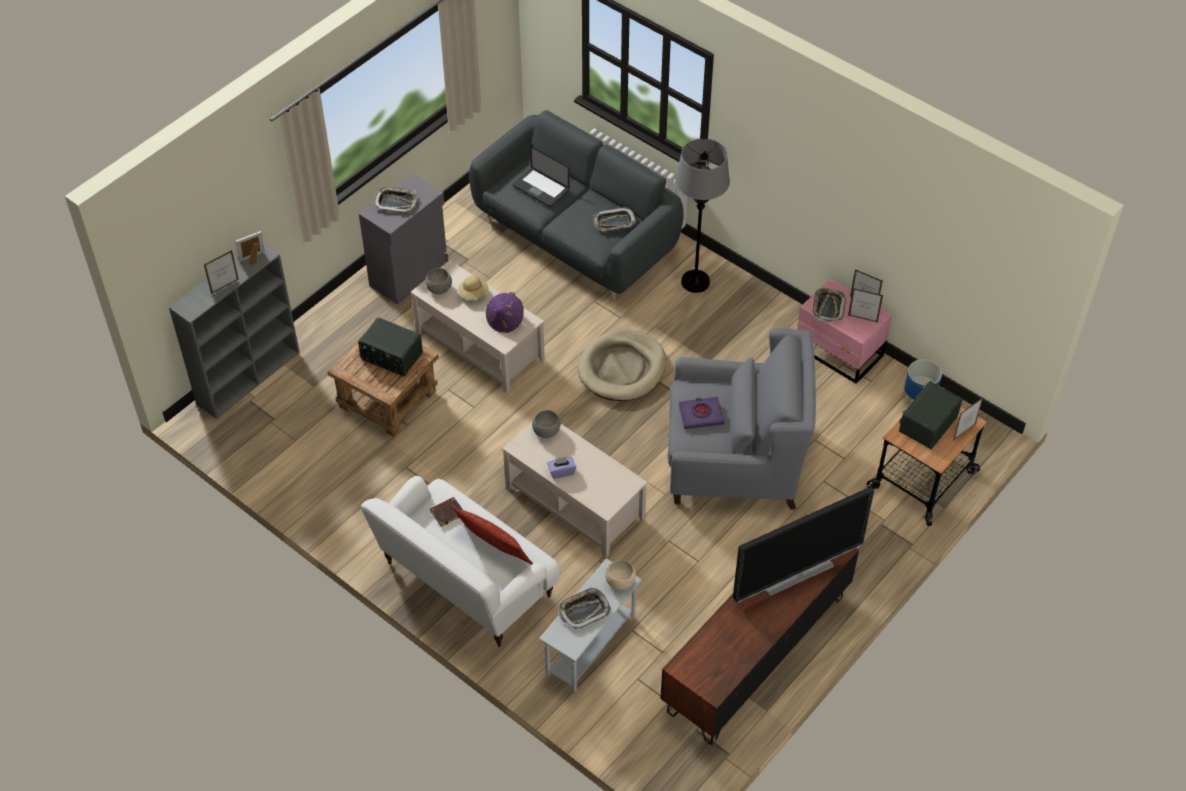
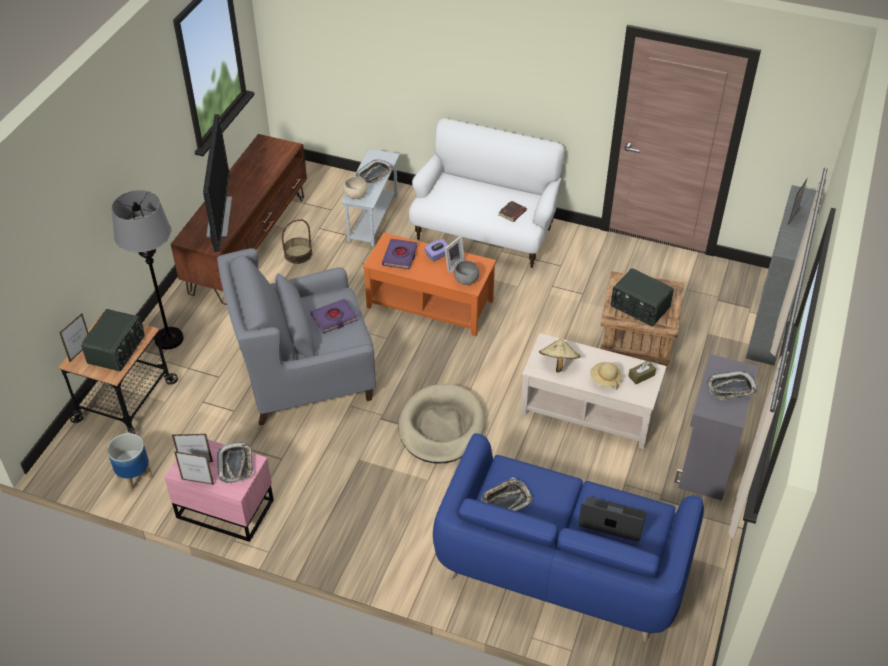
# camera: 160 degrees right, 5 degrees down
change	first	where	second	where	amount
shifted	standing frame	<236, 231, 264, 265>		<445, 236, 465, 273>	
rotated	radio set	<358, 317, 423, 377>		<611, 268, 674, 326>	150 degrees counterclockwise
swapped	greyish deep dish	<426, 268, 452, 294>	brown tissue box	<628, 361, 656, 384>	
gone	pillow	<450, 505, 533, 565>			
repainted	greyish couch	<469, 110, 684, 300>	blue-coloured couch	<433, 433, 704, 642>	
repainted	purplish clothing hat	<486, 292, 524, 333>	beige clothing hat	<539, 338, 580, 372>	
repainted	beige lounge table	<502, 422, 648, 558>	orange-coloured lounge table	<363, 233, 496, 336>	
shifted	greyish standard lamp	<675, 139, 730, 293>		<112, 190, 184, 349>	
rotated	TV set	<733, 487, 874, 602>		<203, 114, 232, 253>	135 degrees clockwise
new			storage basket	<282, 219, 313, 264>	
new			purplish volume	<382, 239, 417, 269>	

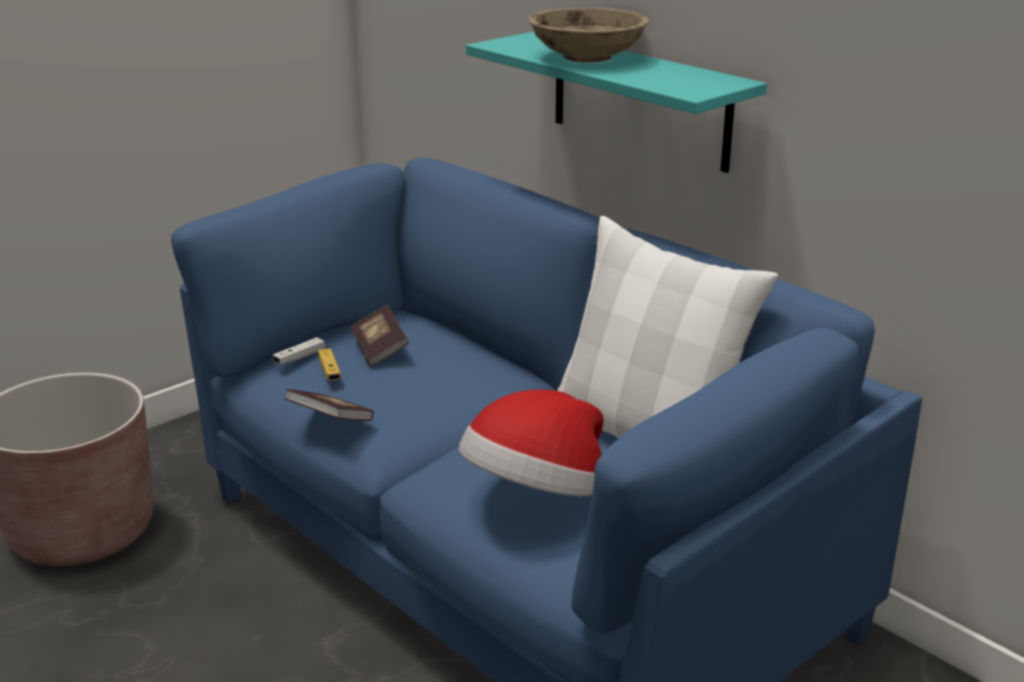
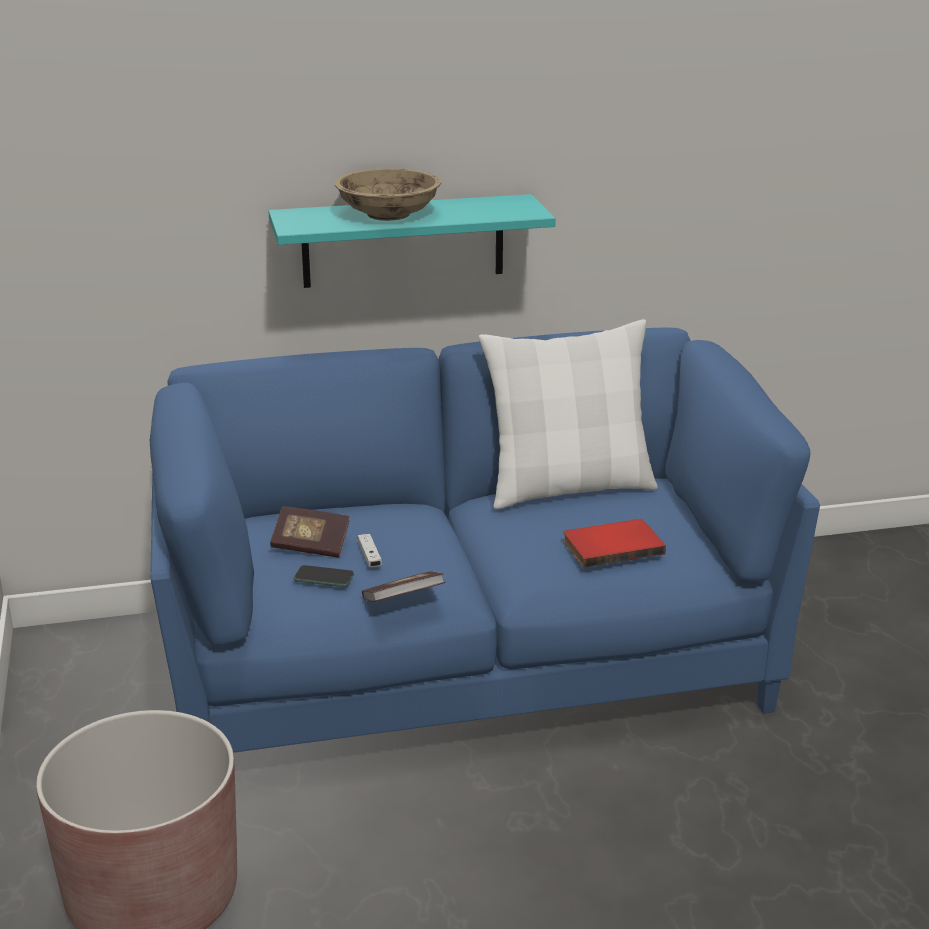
# camera: 60 degrees left, 0 degrees up
change	first	where	second	where	amount
shifted	white-coloured gamepad	<273, 337, 325, 364>		<358, 534, 382, 567>	
swapped	yellowish gamepad	<318, 348, 341, 381>	telephone	<293, 565, 354, 587>	
swapped	clothing hat	<459, 390, 604, 496>	reddish volume	<563, 519, 666, 568>	

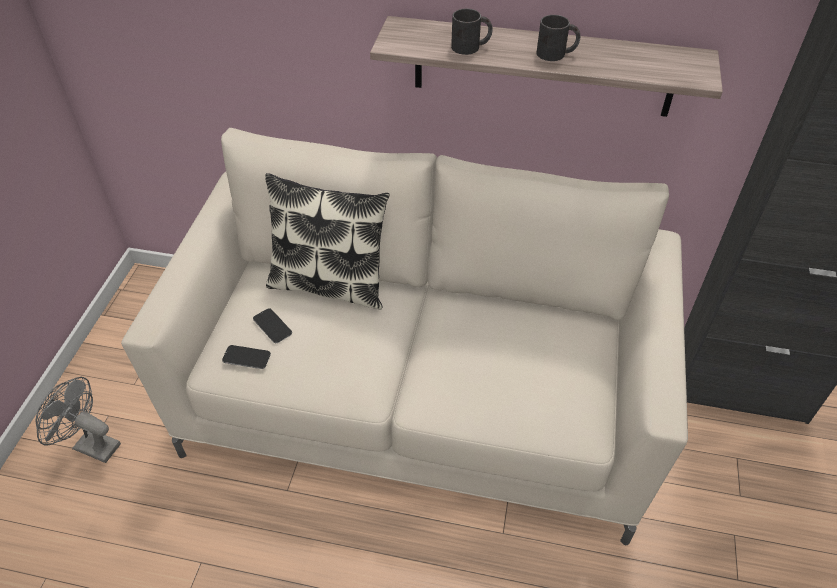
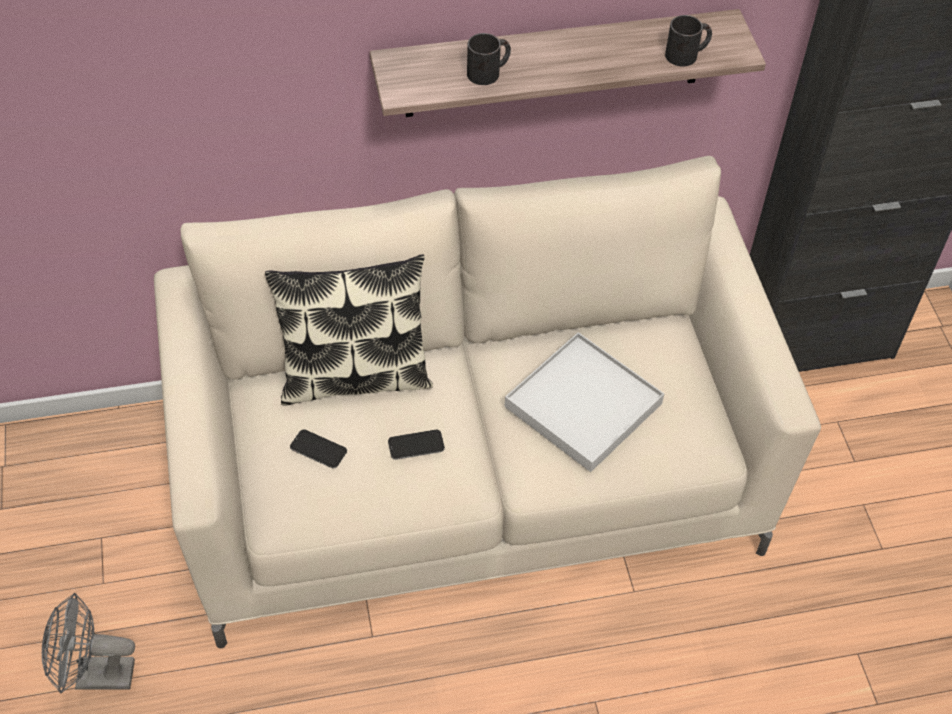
# camera: 25 degrees left, 5 degrees up
change	first	where	second	where	amount
shifted	telephone	<222, 345, 271, 369>		<388, 430, 445, 460>	
shifted	blackish mug	<537, 15, 580, 61>		<665, 15, 712, 67>	
new			white-coloured tray	<504, 332, 664, 472>	

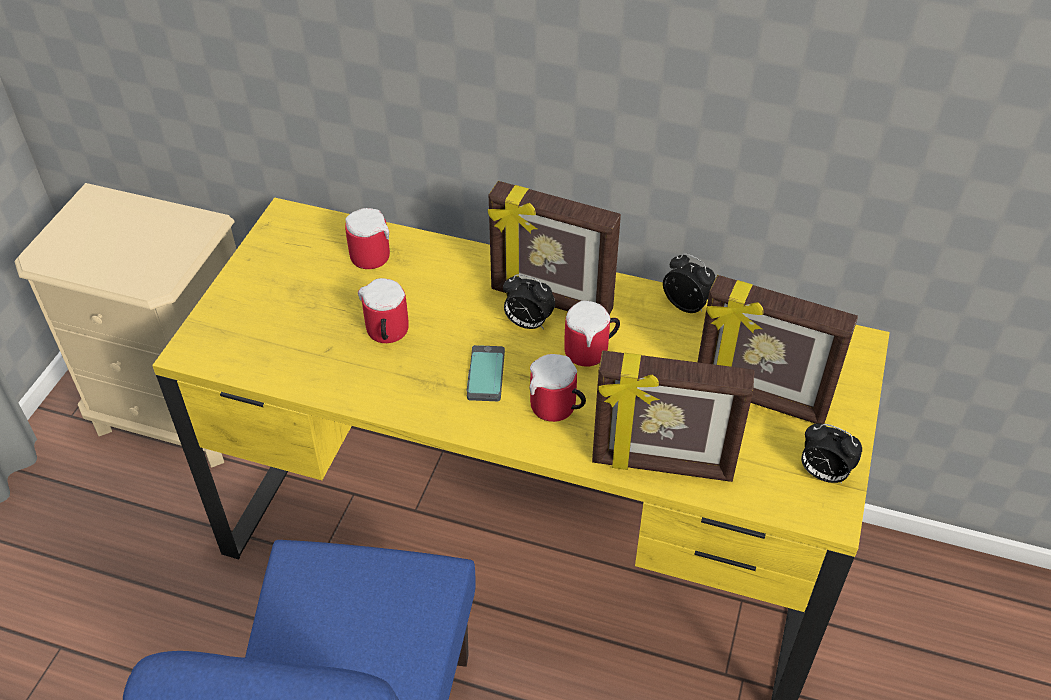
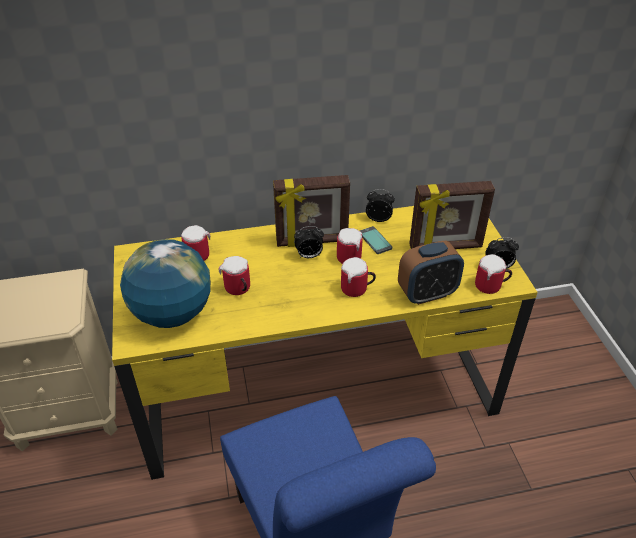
# camera: 30 degrees left, 5 degrees down
change	first	where	second	where	amount
shifted	telephone	<466, 345, 505, 401>		<360, 226, 392, 254>	
swapped	standing frame	<592, 350, 754, 482>	table clock	<398, 241, 464, 305>	
new			globe	<120, 239, 211, 328>	
new			mug	<475, 254, 512, 294>	

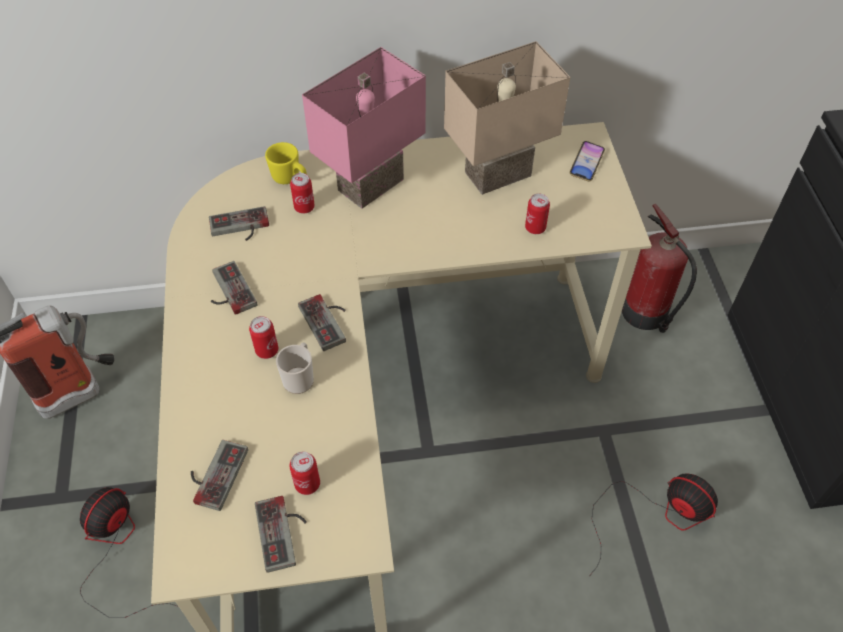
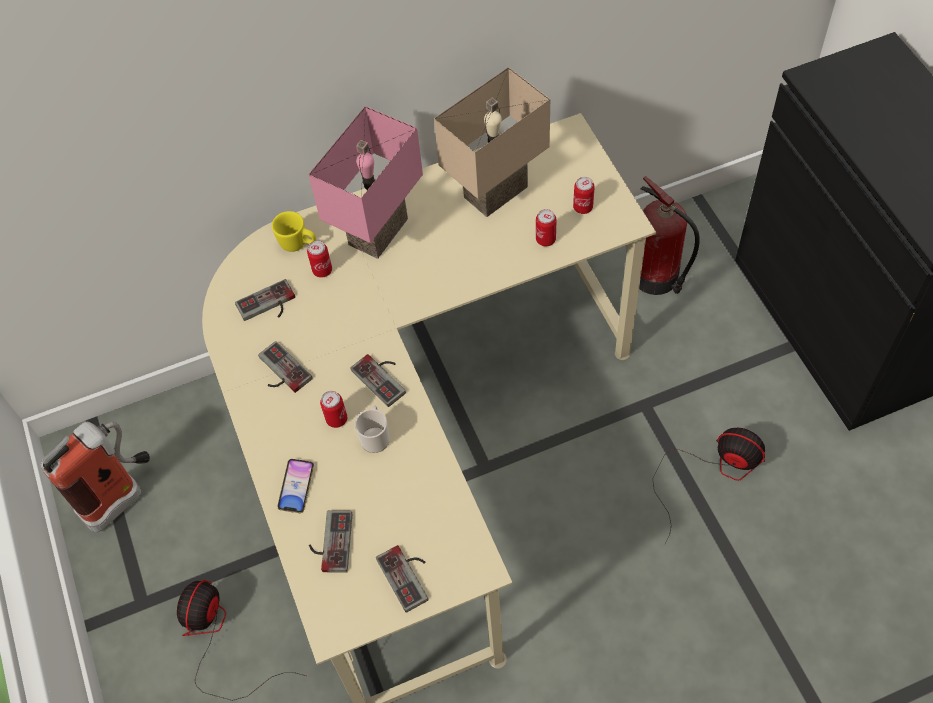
# camera: 10 degrees left, 5 degrees up
change	first	where	second	where	amount
shifted	metal can	<289, 451, 320, 495>		<573, 177, 595, 214>	
shifted	telephone	<570, 141, 605, 181>		<277, 459, 314, 513>	

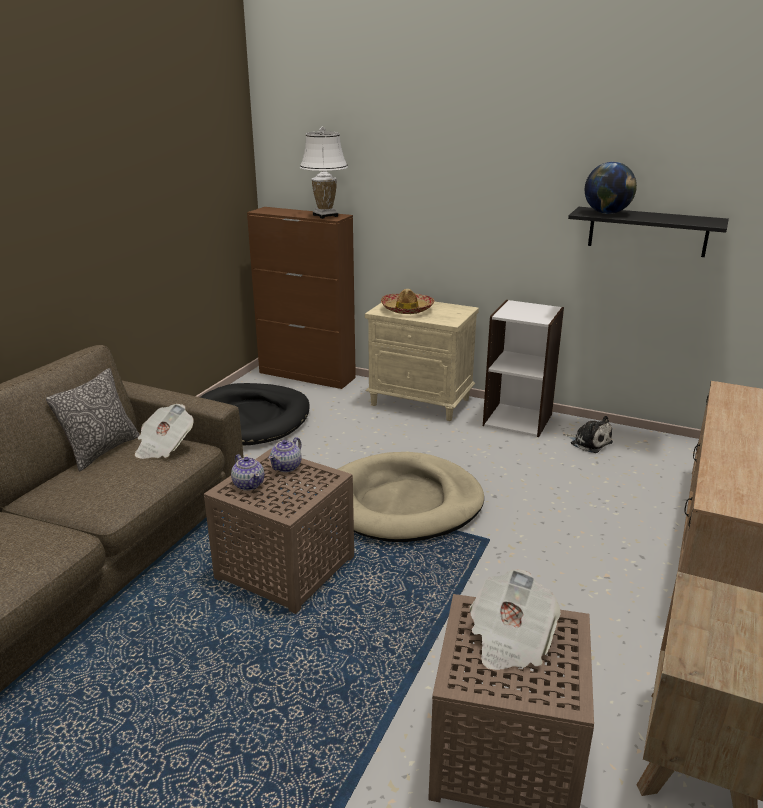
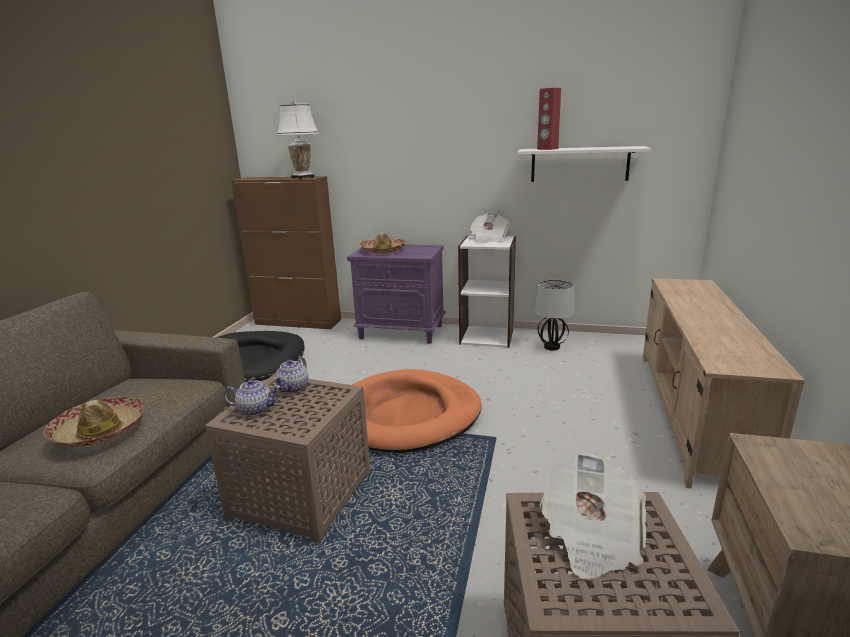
# camera: 10 degrees left, 5 degrees down
change	first	where	second	where	amount
gone	pillow	<46, 368, 140, 471>			
shifted	newspaper	<135, 404, 193, 459>		<470, 212, 510, 243>	
rotated	tea pot	<231, 454, 264, 491>		<224, 379, 281, 416>	45 degrees counterclockwise
repainted	beige pet bed	<322, 452, 484, 542>	orange-coloured pet bed	<337, 369, 482, 453>	
repainted	beige bedside table	<365, 301, 479, 421>	purplish bedside table	<347, 245, 446, 344>	
swapped	plush toy	<563, 416, 613, 453>	table lamp	<535, 280, 574, 351>	
repainted	blackish bracket shelf	<568, 207, 729, 257>	white-coloured bracket shelf	<517, 146, 651, 182>	
swapped	globe	<585, 162, 637, 214>	reddish loudspeaker	<537, 88, 561, 150>	
new			clothing hat	<43, 396, 144, 447>	

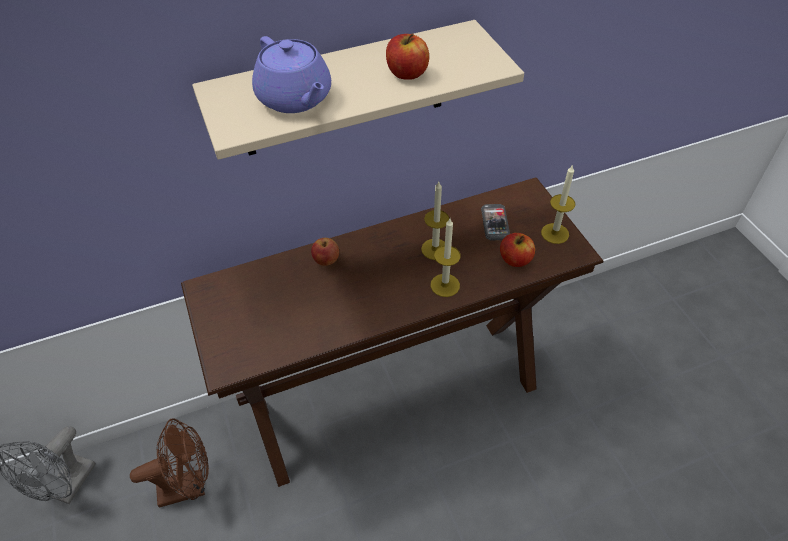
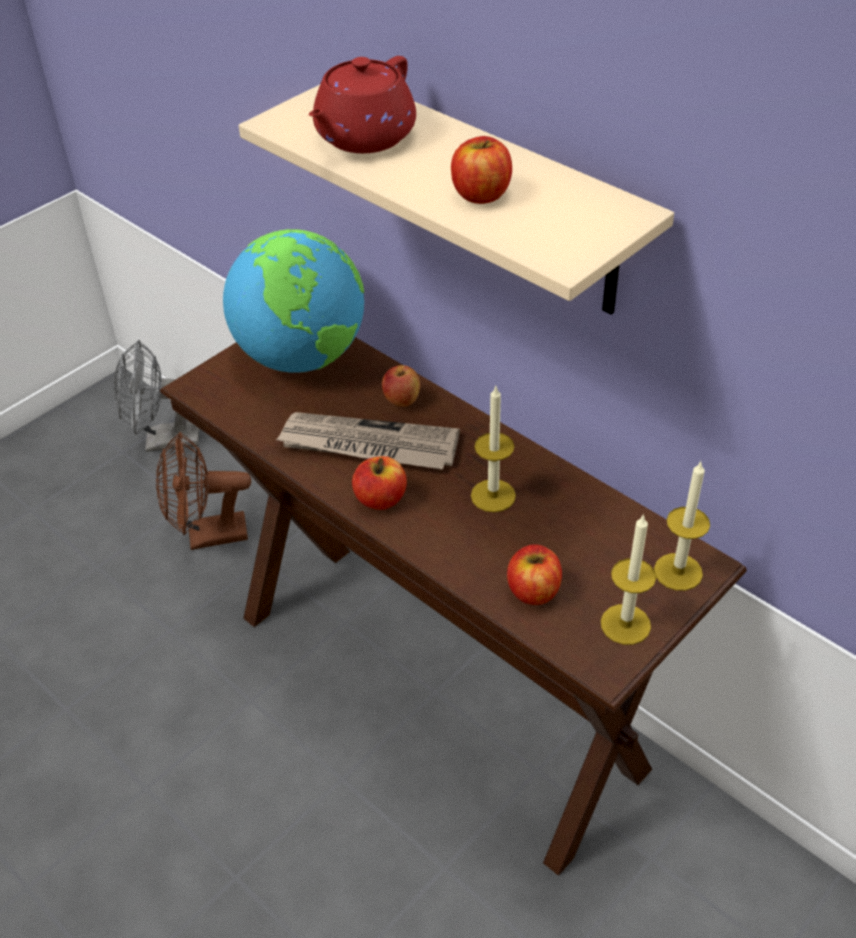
# camera: 65 degrees right, 5 degrees down
change	first	where	second	where	amount
rotated	brown fan	<130, 418, 209, 508>		<156, 432, 251, 550>	120 degrees clockwise
repainted	purplish tea pot	<252, 36, 331, 113>	reddish tea pot	<309, 56, 416, 153>	
shifted	wax candle	<430, 219, 461, 297>		<654, 460, 710, 591>	
gone	telephone	<481, 204, 510, 241>			
new			globe	<223, 229, 364, 373>	
new			newspaper	<276, 412, 460, 470>	
new			apple	<352, 456, 407, 510>	

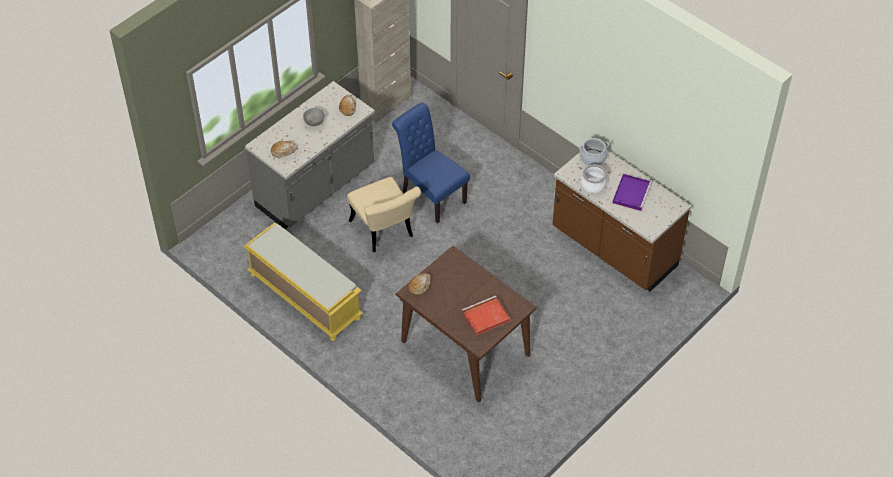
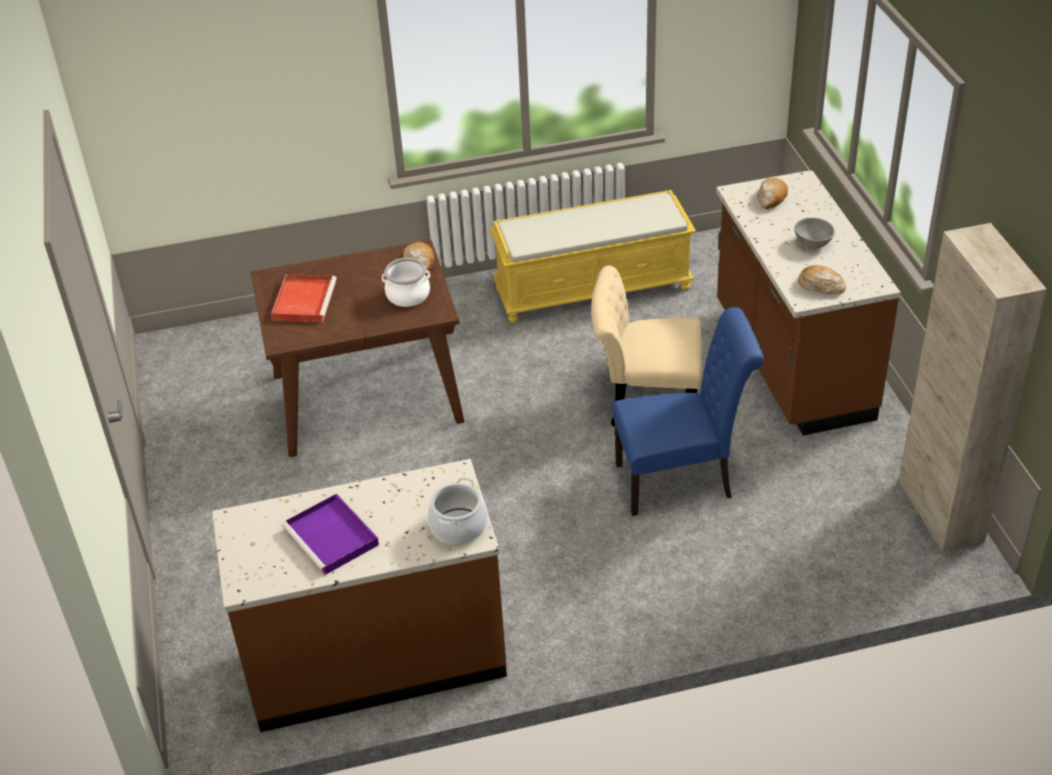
# camera: 125 degrees right, 10 degrees down
change	first	where	second	where	amount
repainted	greyish kitchen base unit	<245, 81, 375, 229>	brown kitchen base unit	<716, 170, 901, 436>	
shifted	saucepot	<581, 165, 607, 194>		<382, 258, 430, 307>	

